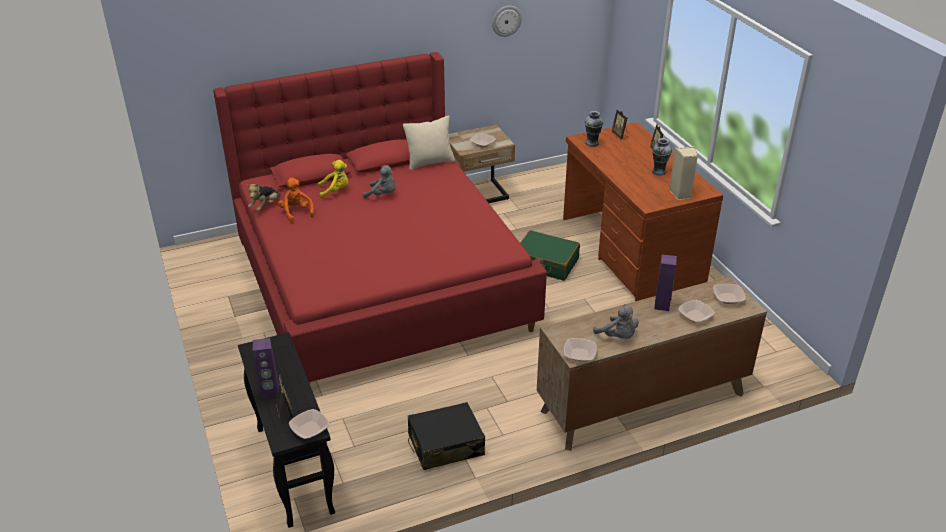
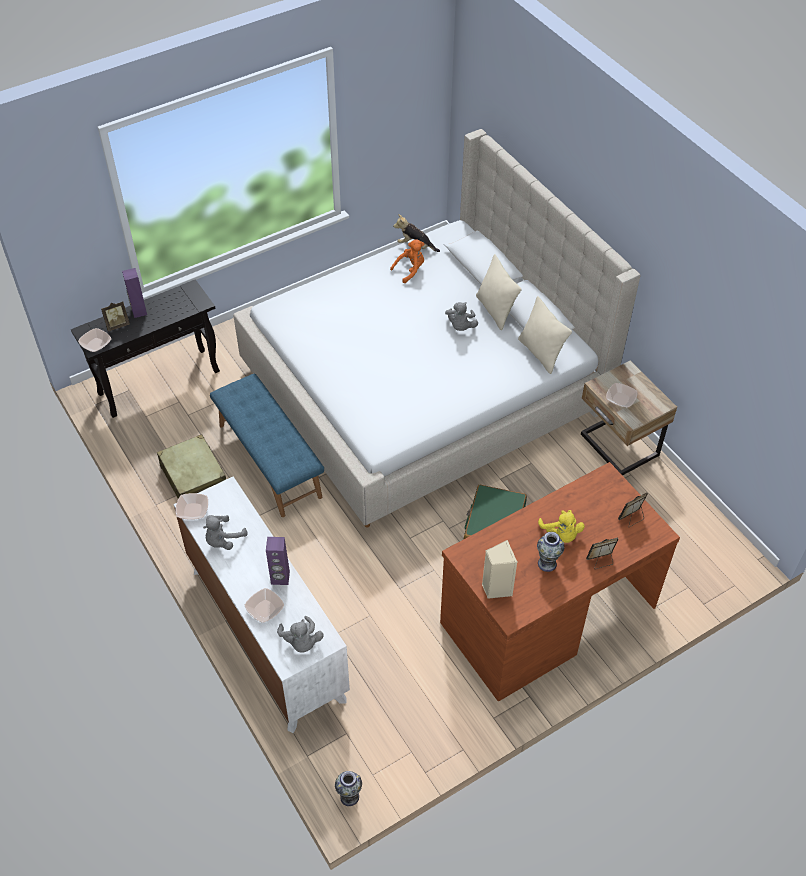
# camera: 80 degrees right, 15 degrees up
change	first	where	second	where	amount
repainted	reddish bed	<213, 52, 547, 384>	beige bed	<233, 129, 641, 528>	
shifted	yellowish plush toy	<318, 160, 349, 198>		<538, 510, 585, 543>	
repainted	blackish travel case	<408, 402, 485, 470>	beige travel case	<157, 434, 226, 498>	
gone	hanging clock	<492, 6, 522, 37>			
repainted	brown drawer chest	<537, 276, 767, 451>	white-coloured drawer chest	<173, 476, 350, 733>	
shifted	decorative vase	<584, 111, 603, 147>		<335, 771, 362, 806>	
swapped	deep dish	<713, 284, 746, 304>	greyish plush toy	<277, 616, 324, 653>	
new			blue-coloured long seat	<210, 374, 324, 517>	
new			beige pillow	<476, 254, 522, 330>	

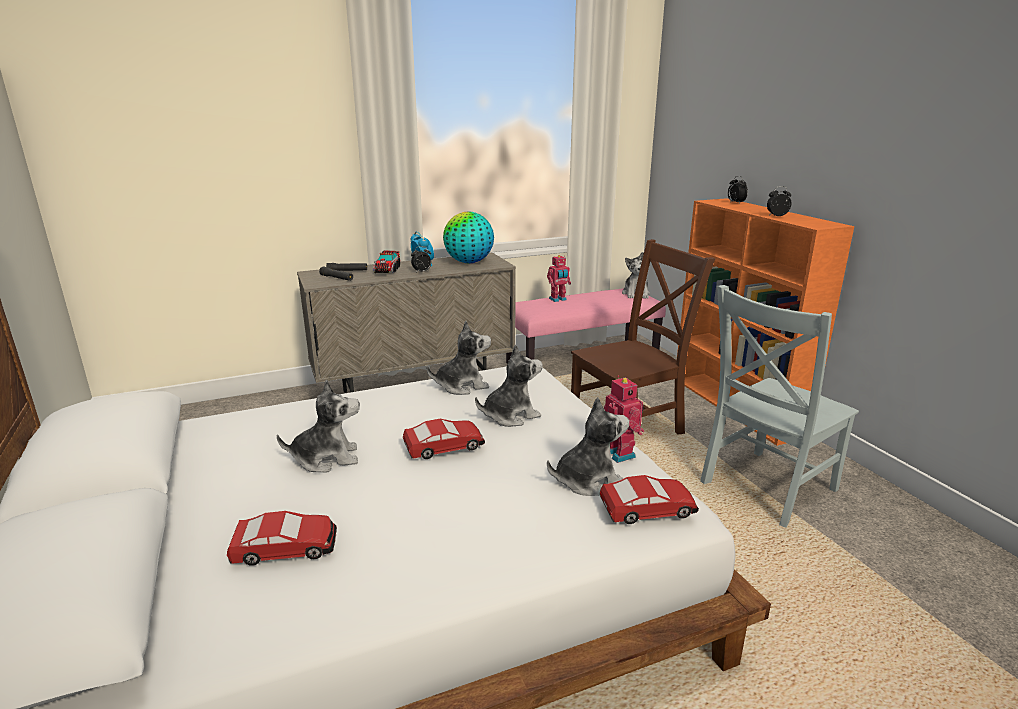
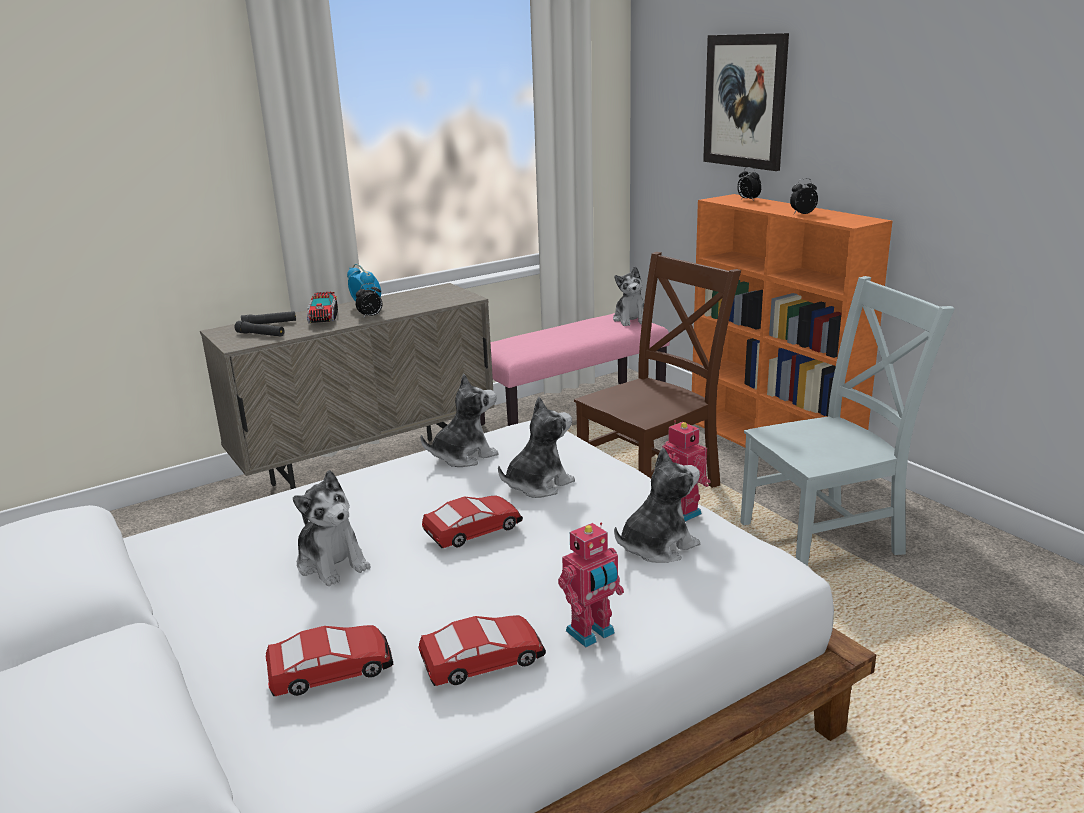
# camera: 10 degrees left, 0 degrees up
change	first	where	second	where	amount
rotated	plush toy	<277, 380, 360, 473>		<293, 470, 371, 586>	75 degrees clockwise
gone	globe	<443, 212, 494, 263>			
shifted	model robot	<547, 255, 571, 302>		<558, 523, 624, 647>	
shifted	model car	<600, 475, 699, 524>		<418, 615, 546, 686>	
rotated	greyish upright chair	<700, 285, 859, 528>		<740, 276, 955, 566>	150 degrees counterclockwise
new			wall art	<703, 33, 789, 171>	

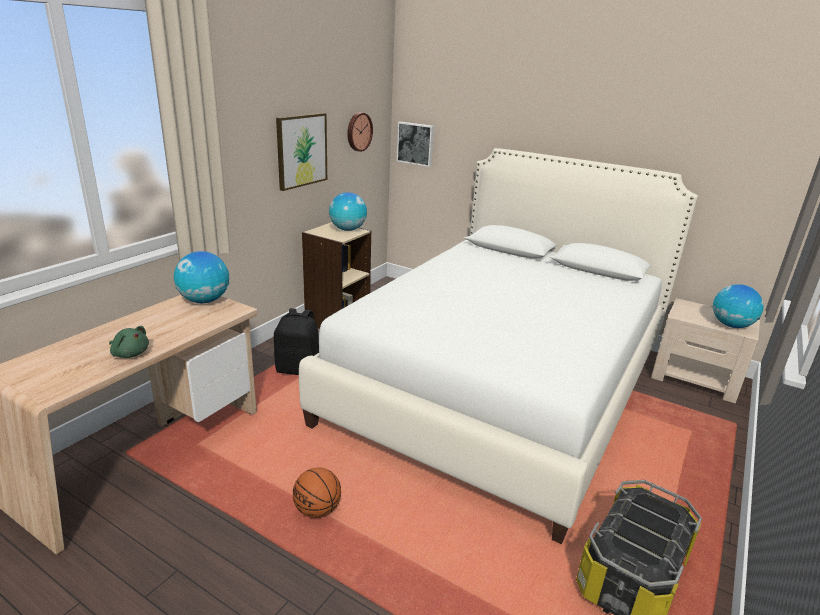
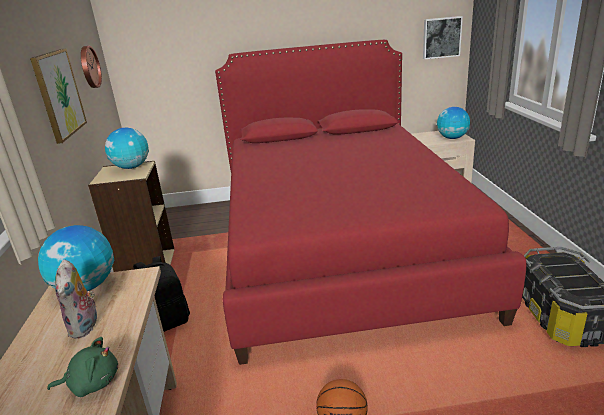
# camera: 35 degrees left, 0 degrees up
change	first	where	second	where	amount
repainted	white-coloured bed	<299, 148, 698, 544>	reddish bed	<215, 40, 526, 365>	
shifted	wall art	<397, 122, 434, 167>		<423, 16, 463, 59>	
new			plush toy	<55, 260, 97, 339>	

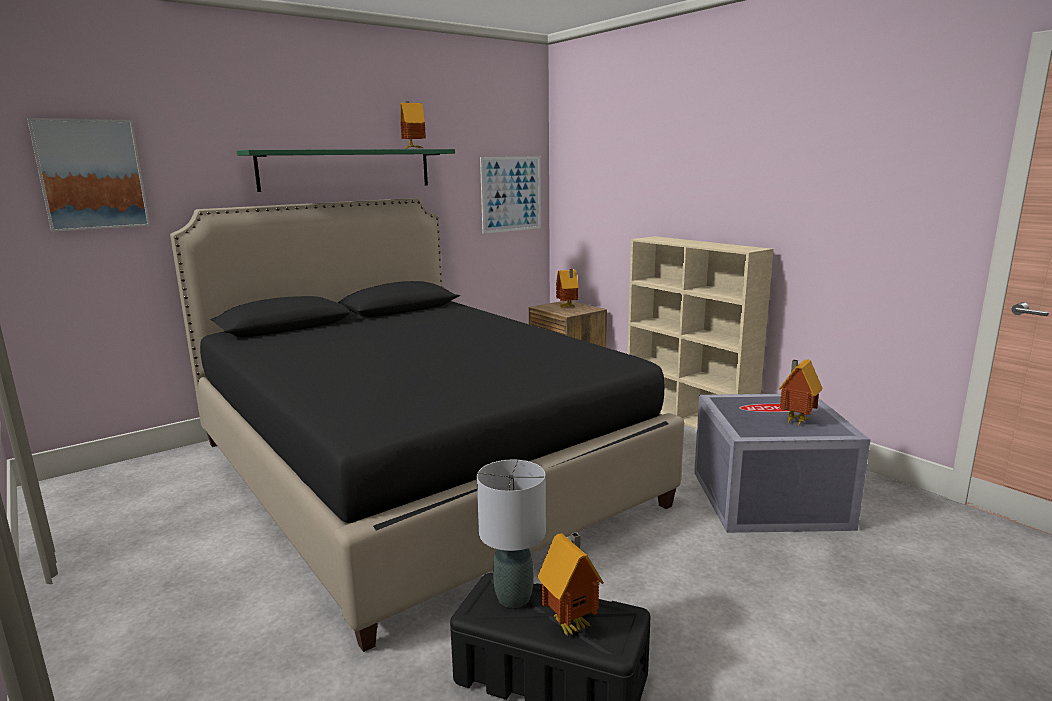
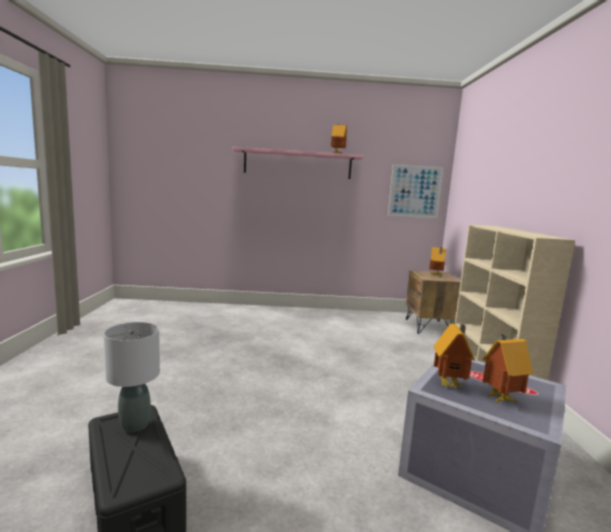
# camera: 35 degrees right, 5 degrees down
change	first	where	second	where	amount
gone	wall art	<27, 118, 150, 232>			
gone	blackish bed	<170, 198, 684, 652>			
repainted	green-coloured bracket shelf	<237, 149, 455, 192>	pink bracket shelf	<232, 147, 364, 179>	
shifted	toy house	<538, 532, 604, 636>		<434, 324, 475, 388>	

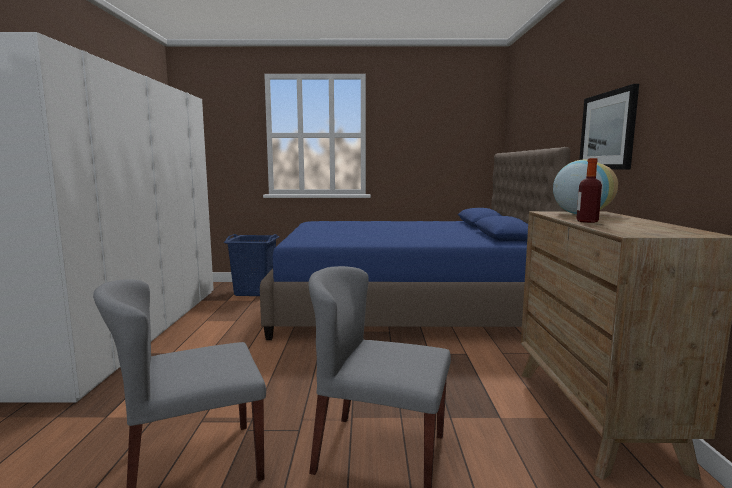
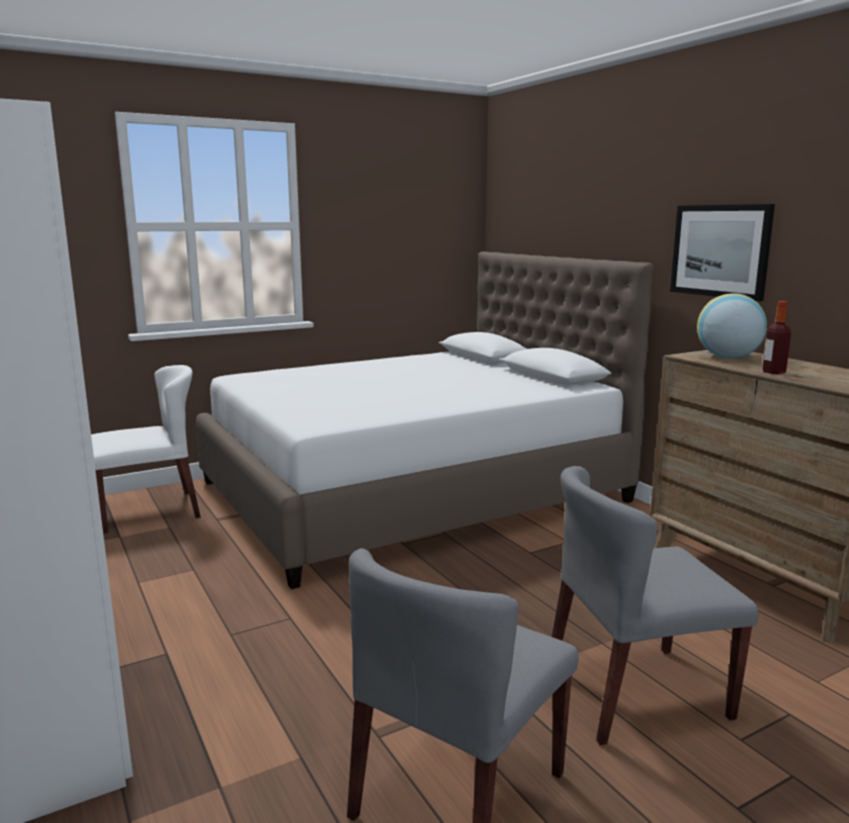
# camera: 30 degrees left, 5 degrees up
change	first	where	second	where	amount
swapped	blue-coloured hamper	<224, 234, 279, 296>	white-coloured upright chair	<91, 365, 201, 534>	
repainted	blue-coloured bed	<260, 147, 570, 340>	white-coloured bed	<196, 251, 654, 589>	

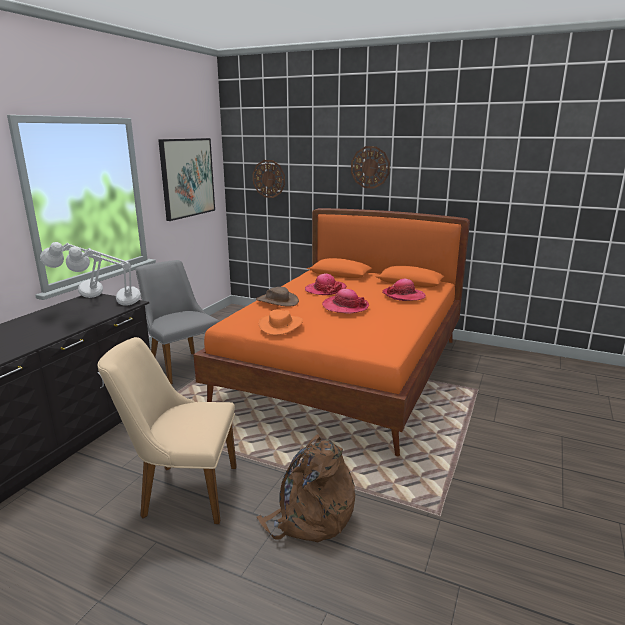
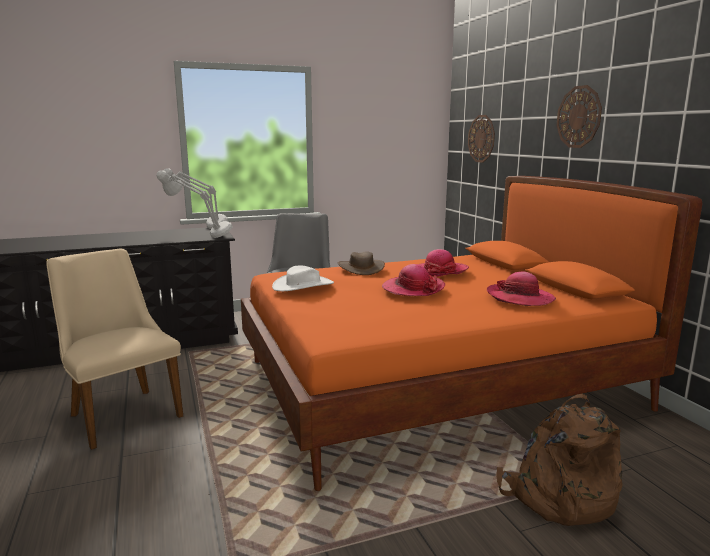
# camera: 45 degrees right, 5 degrees down
change	first	where	second	where	amount
gone	wall art	<158, 138, 215, 221>			
shifted	brown backpack	<257, 434, 355, 542>		<496, 394, 622, 526>	
repainted	orange-coloured clothing hat	<259, 309, 303, 335>	white-coloured clothing hat	<272, 266, 334, 291>	

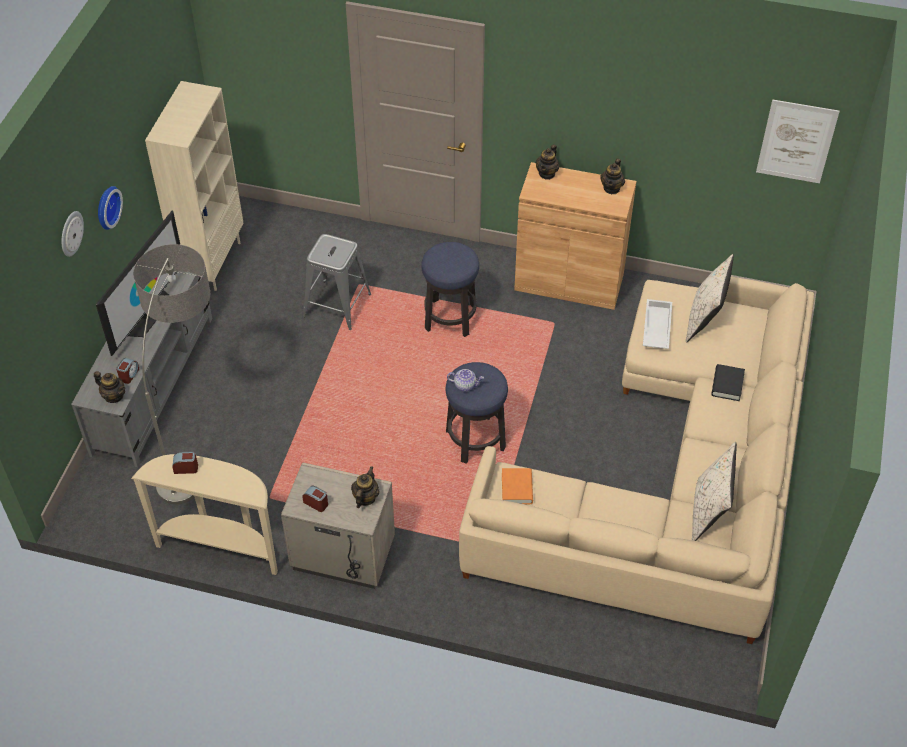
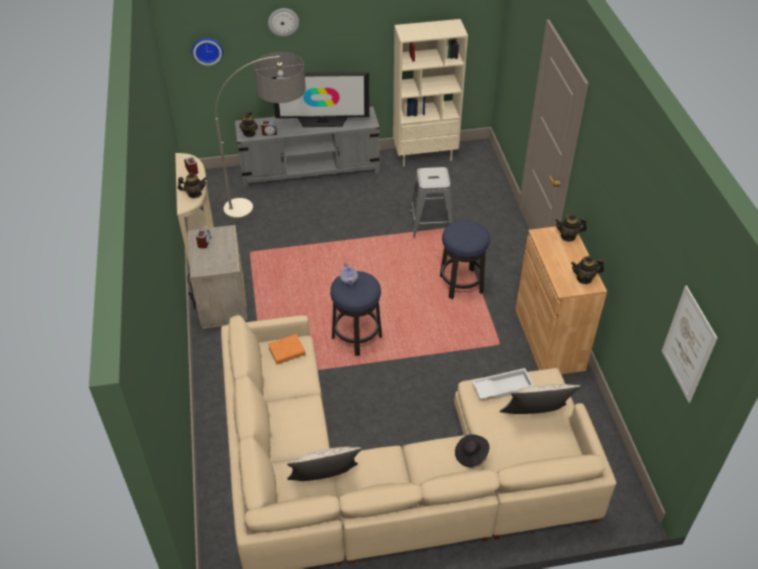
# camera: 65 degrees right, 5 degrees down
change	first	where	second	where	amount
shifted	hanging clock	<98, 186, 123, 230>		<192, 38, 223, 65>	
shifted	tea pot	<351, 466, 379, 508>		<178, 172, 207, 198>	
swapped	blackish volume	<711, 364, 745, 401>	blackish clothing hat	<455, 434, 490, 467>	

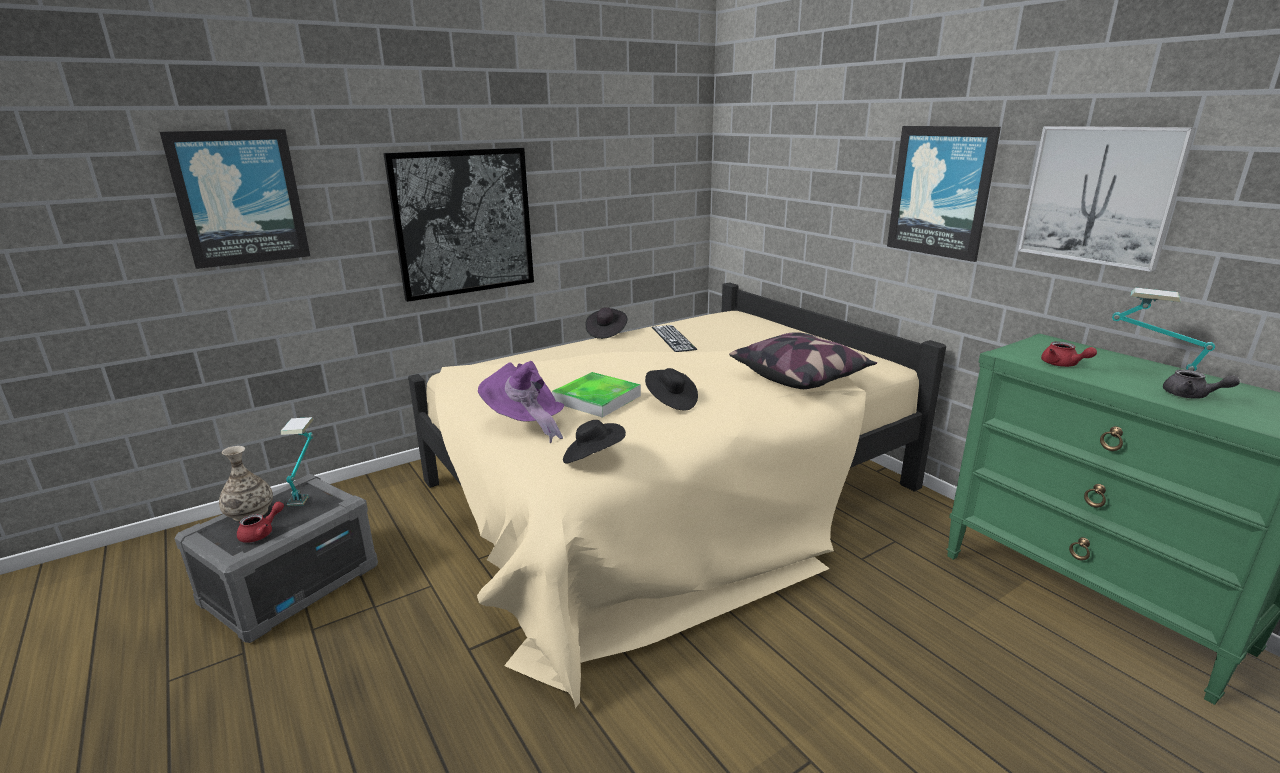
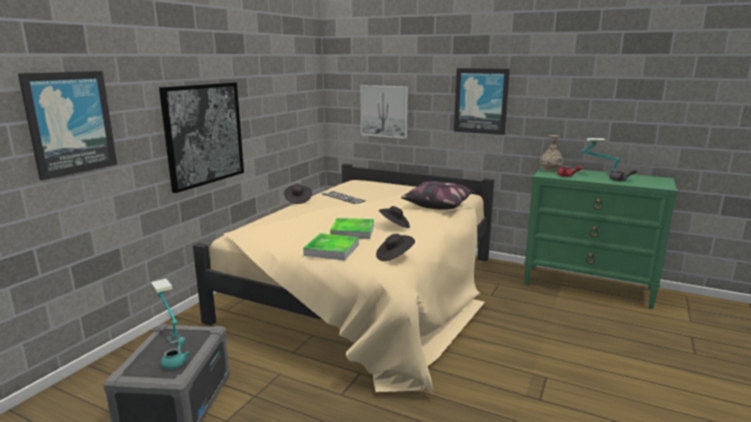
# camera: 30 degrees left, 5 degrees down
change	first	where	second	where	amount
shifted	decorative vase	<219, 446, 273, 521>		<539, 135, 563, 172>	
repainted	reddish tea pot	<237, 501, 284, 543>	blue-green tea pot	<161, 337, 190, 370>	
swapped	purplish clothing hat	<478, 361, 564, 443>	tray	<303, 233, 359, 261>	
shifted	wall art	<1018, 126, 1196, 272>		<360, 85, 408, 139>	

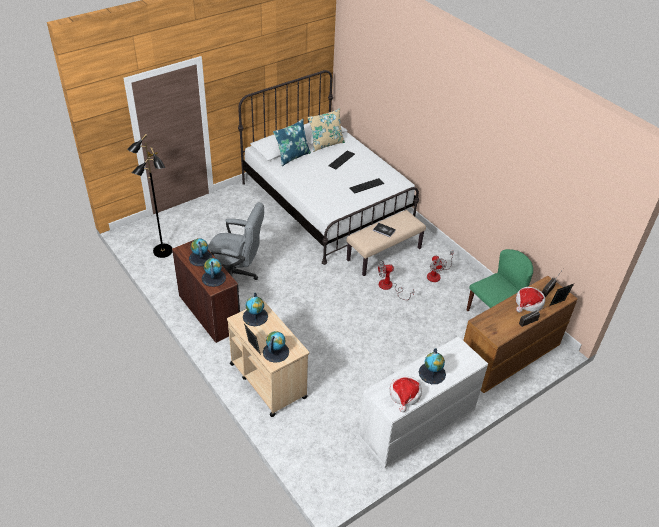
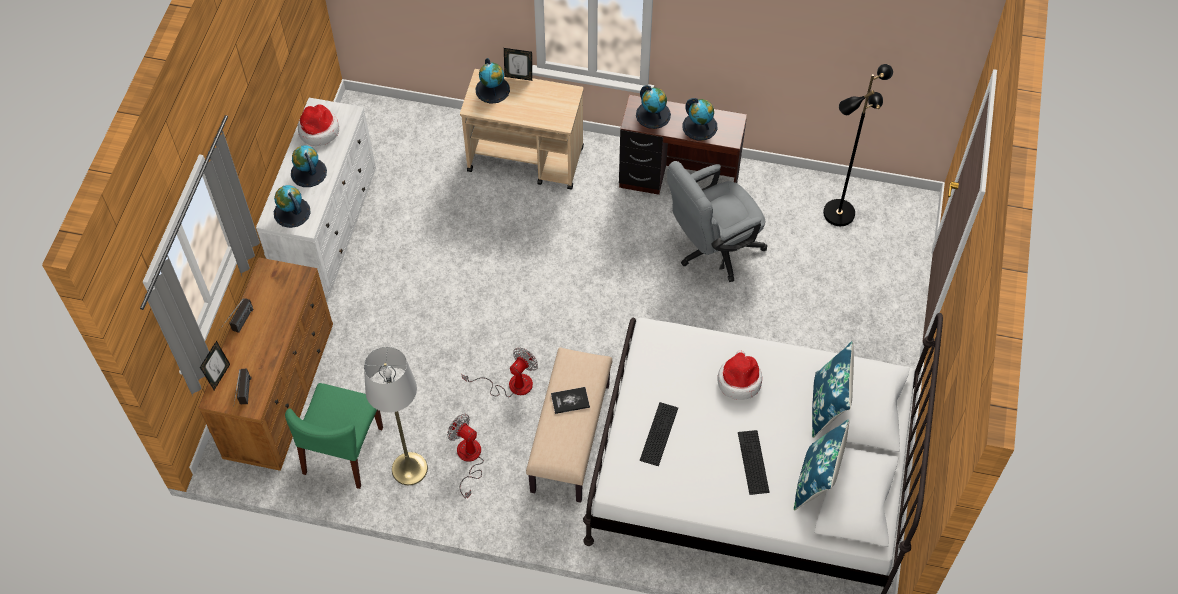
# camera: 140 degrees right, 15 degrees up
change	first	where	second	where	amount
shifted	globe	<243, 293, 268, 326>		<274, 185, 311, 228>	
repainted	beige pillow	<308, 108, 345, 152>	blue-coloured pillow	<794, 419, 850, 510>	
shifted	clothing hat	<516, 287, 545, 313>		<717, 350, 762, 400>	
new			greyish standard lamp	<364, 347, 428, 485>	

